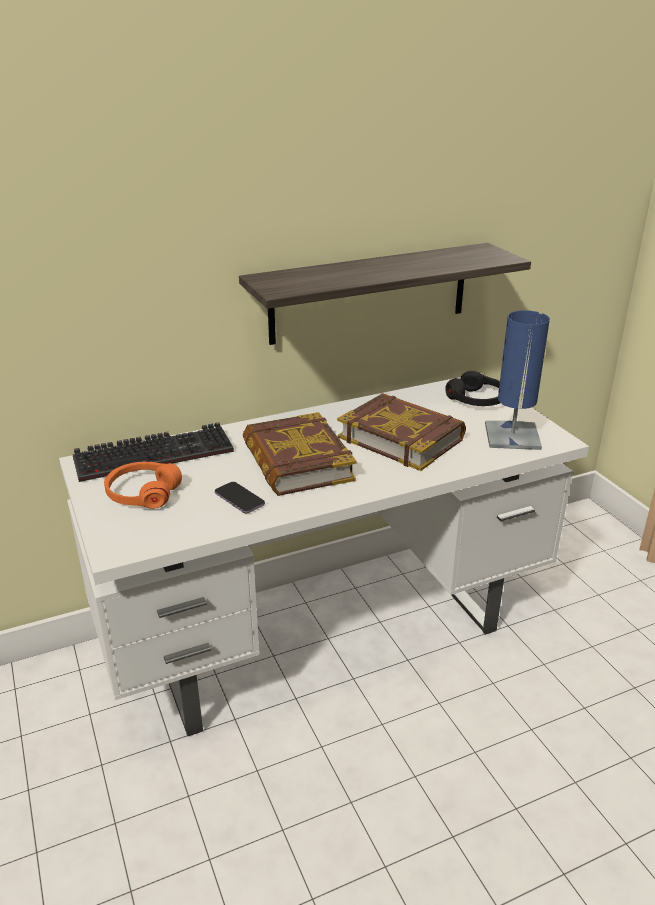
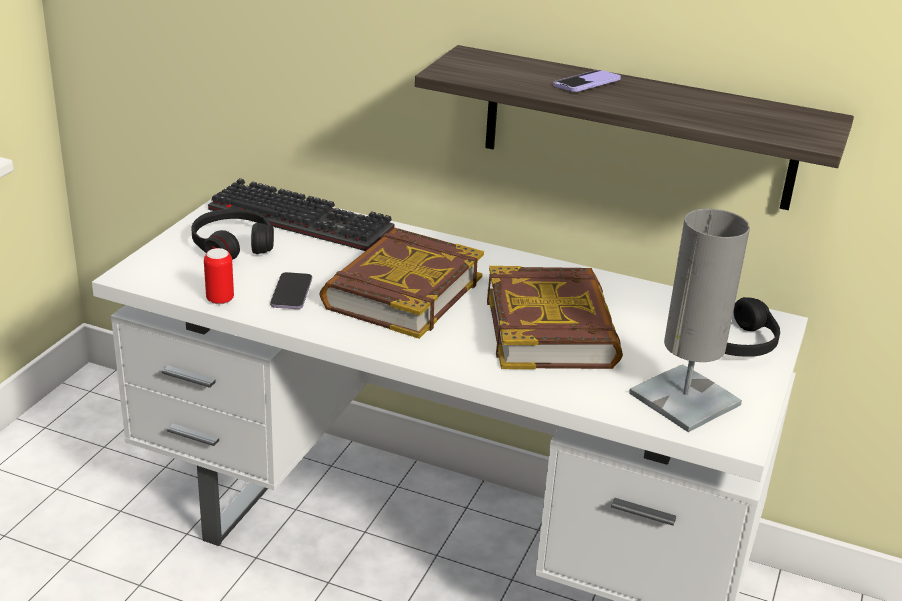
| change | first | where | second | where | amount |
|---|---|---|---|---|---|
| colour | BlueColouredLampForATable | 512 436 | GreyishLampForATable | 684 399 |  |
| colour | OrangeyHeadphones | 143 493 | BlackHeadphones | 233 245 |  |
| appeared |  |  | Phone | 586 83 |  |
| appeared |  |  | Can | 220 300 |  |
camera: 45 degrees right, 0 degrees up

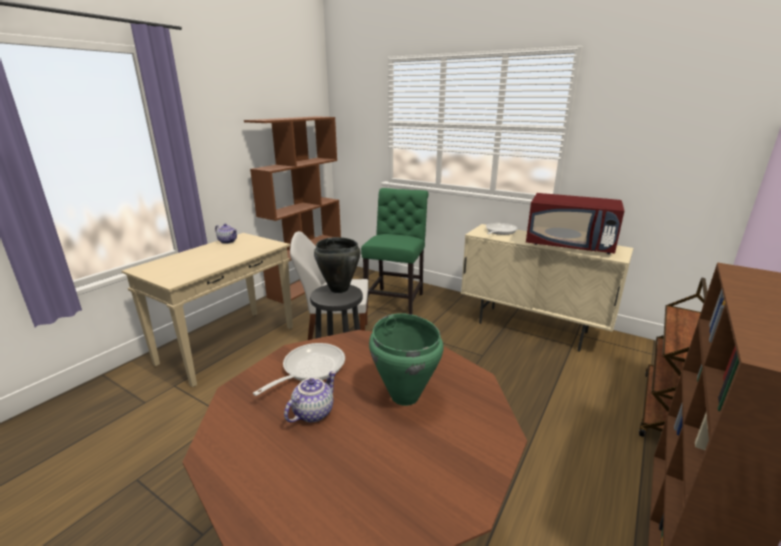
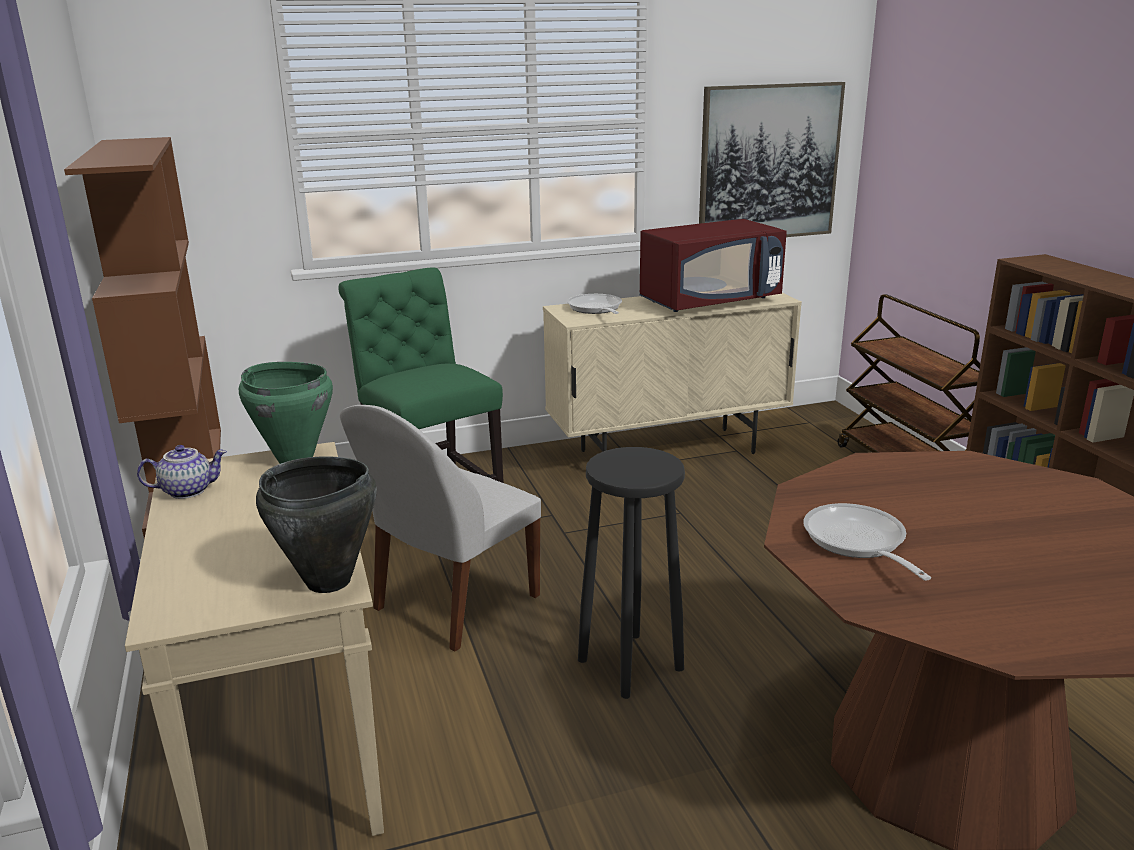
| change | first | where | second | where | amount |
|---|---|---|---|---|---|
| relocated | BlackCookingPot | 339 289 |  | 329 582 |  |
| relocated | GreenCookingPot | 405 395 |  | 295 459 |  |
| missing | PotForTea | 313 412 |  |  |  |
| appeared |  |  | WallPicture | 768 163 |  |
camera: 50 degrees left, 0 degrees up

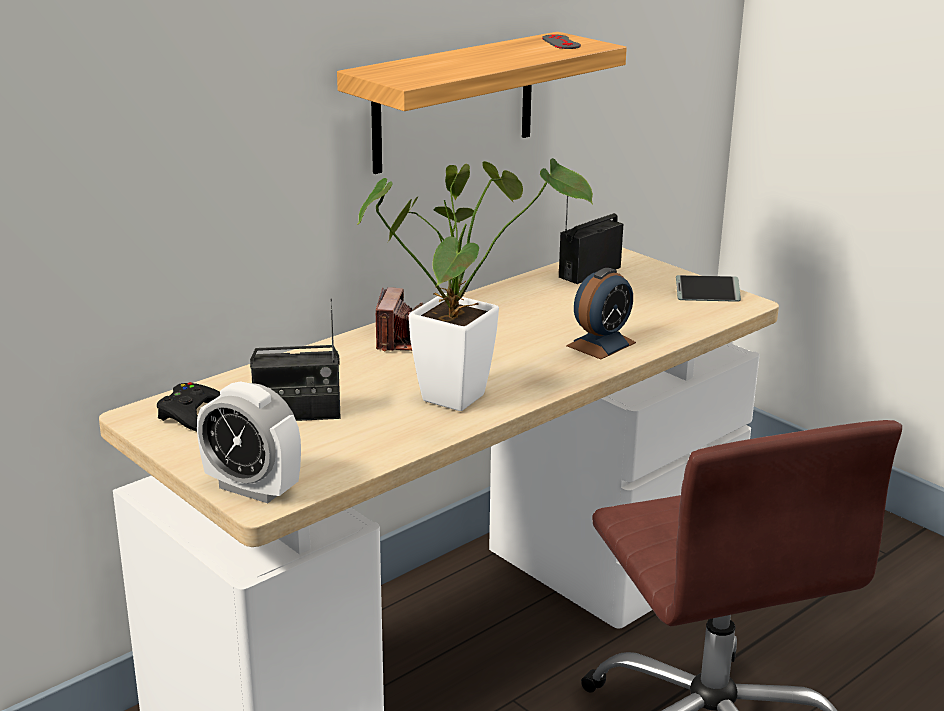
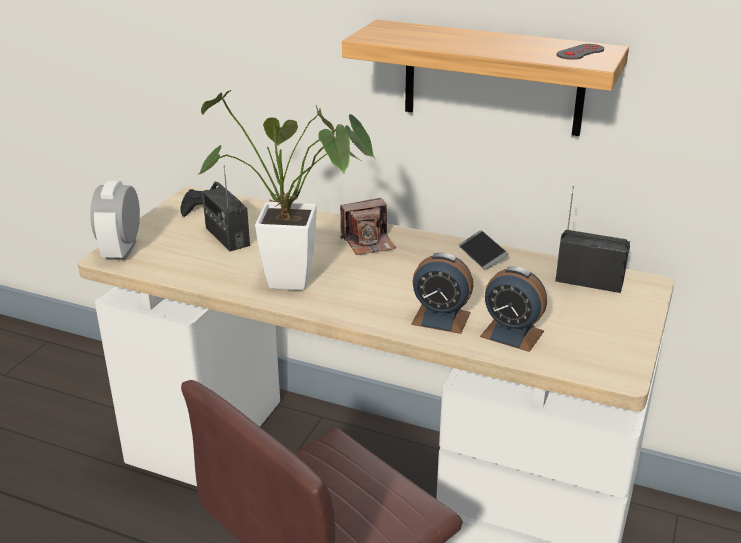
| change | first | where | second | where | amount |
|---|---|---|---|---|---|
| relocated | Phone | 707 295 |  | 482 255 |  |
| appeared |  |  | TableClock | 512 334 |  |
camera: 65 degrees right, 5 degrees up

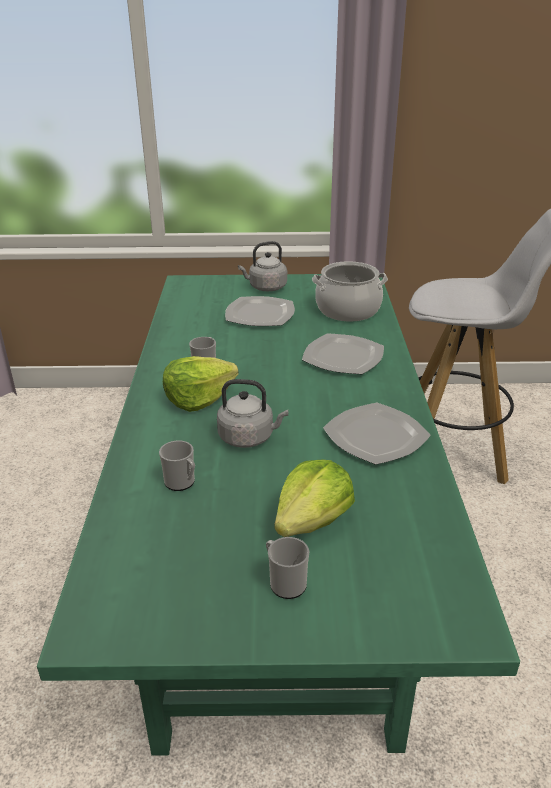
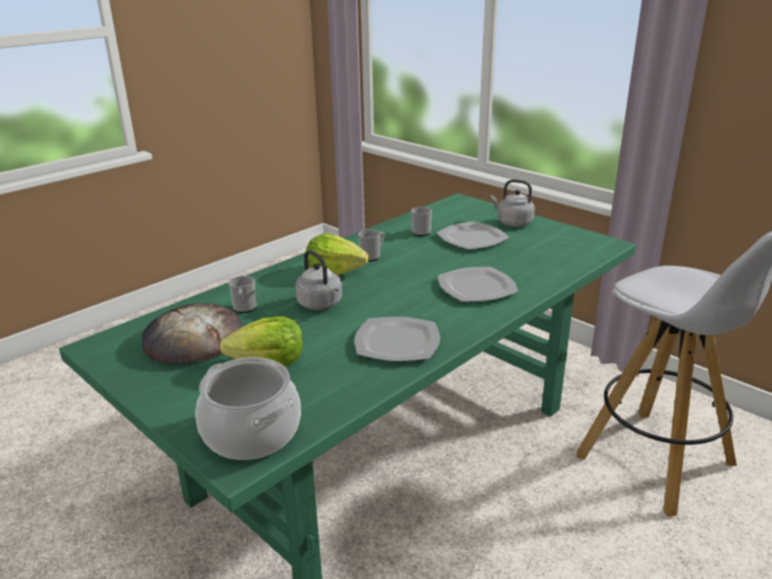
| change | first | where | second | where | amount |
|---|---|---|---|---|---|
| relocated | CookingPot | 348 310 |  | 252 432 |  |
| relocated | CoffeeMug | 285 582 |  | 421 231 |  |
| appeared |  |  | Bread | 194 339 |  |
camera: 45 degrees right, 5 degrees down

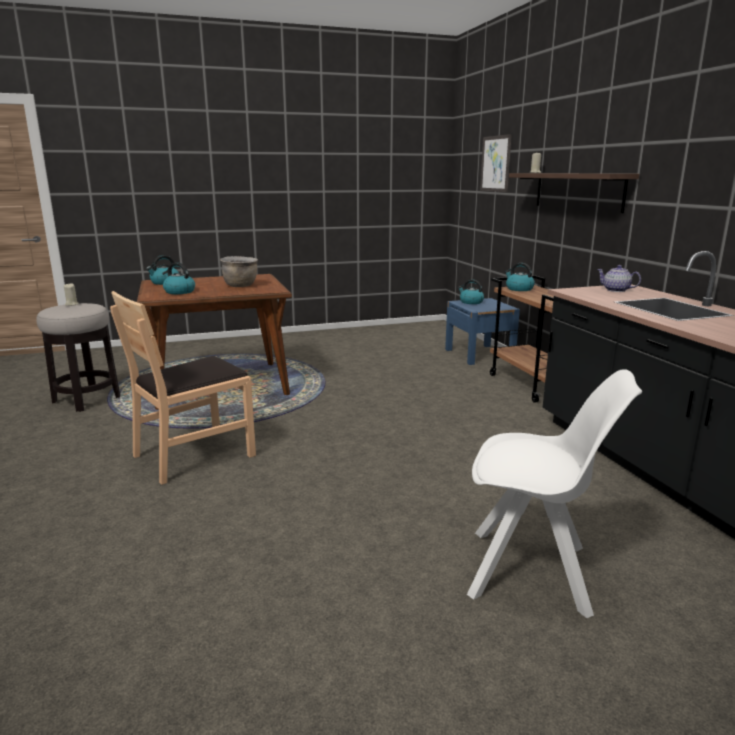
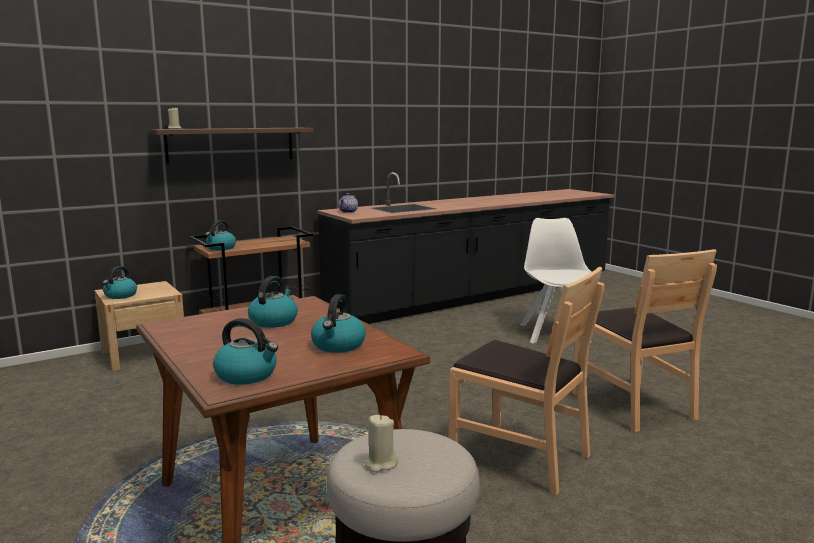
| change | first | where | second | where | amount |
|---|---|---|---|---|---|
| missing | WallPicture | 495 163 |  |  |  |
| exchanged | BrownColouredCookingPot | 240 286 | WaterKettle | 273 321 |  |
| colour | BlueColouredNightTable | 479 354 | BeigeNightTable | 143 354 |  |
| appeared |  |  | BrownColouredPlainChair | 633 405 |  |
camera: 105 degrees left, 5 degrees down

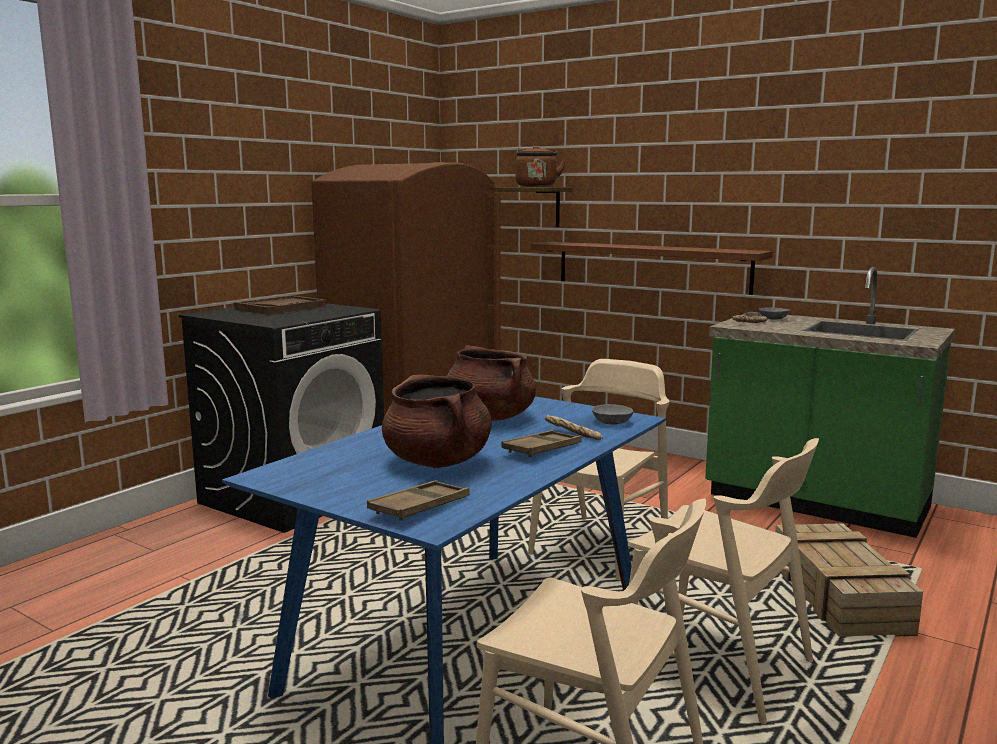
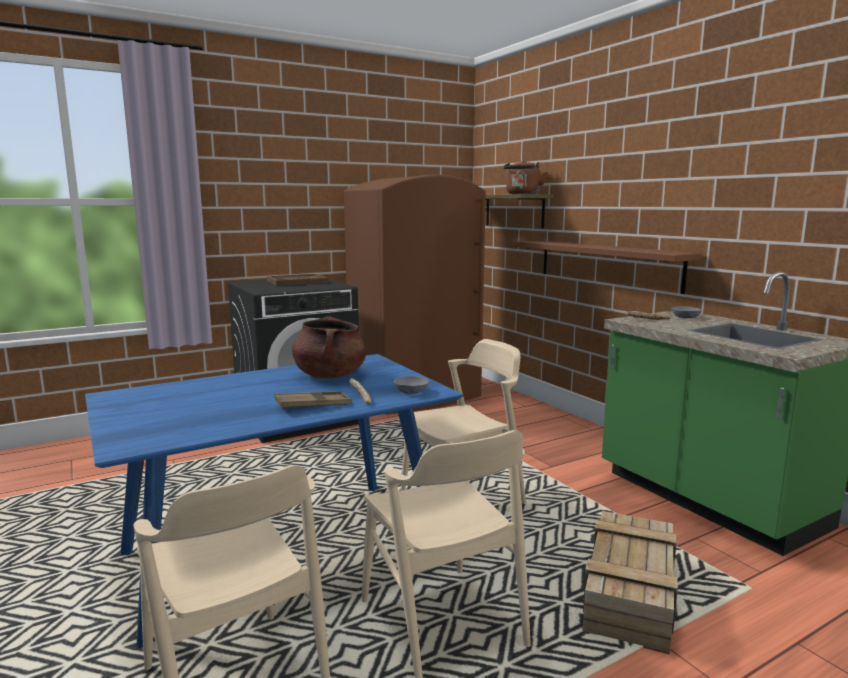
| change | first | where | second | where | amount |
|---|---|---|---|---|---|
| missing | BrownColouredCookingPot | 438 462 |  |  |  |
| missing | BrownColouredServingTray | 420 507 |  |  |  |
camera: 25 degrees right, 0 degrees up

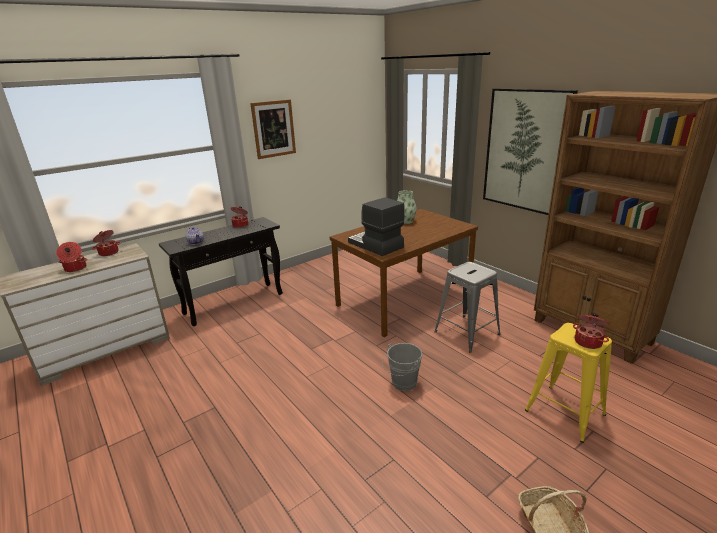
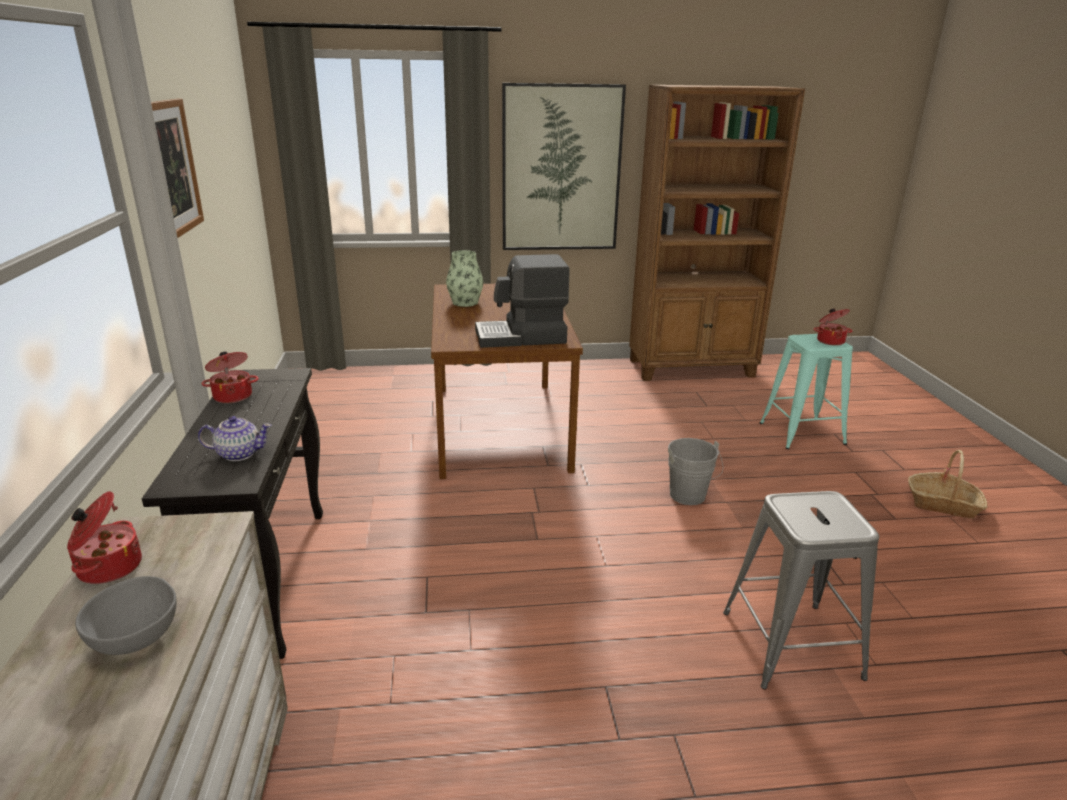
| change | first | where | second | where | amount |
|---|---|---|---|---|---|
| exchanged | CookingPot | 75 268 | GreyishServingBowl | 138 637 |  |
| relocated | GreyishStool | 467 333 |  | 790 644 |  |
| colour | YellowColouredStool | 565 412 | TurquoiseColouredStool | 802 433 |  |
camera: 60 degrees left, 0 degrees up

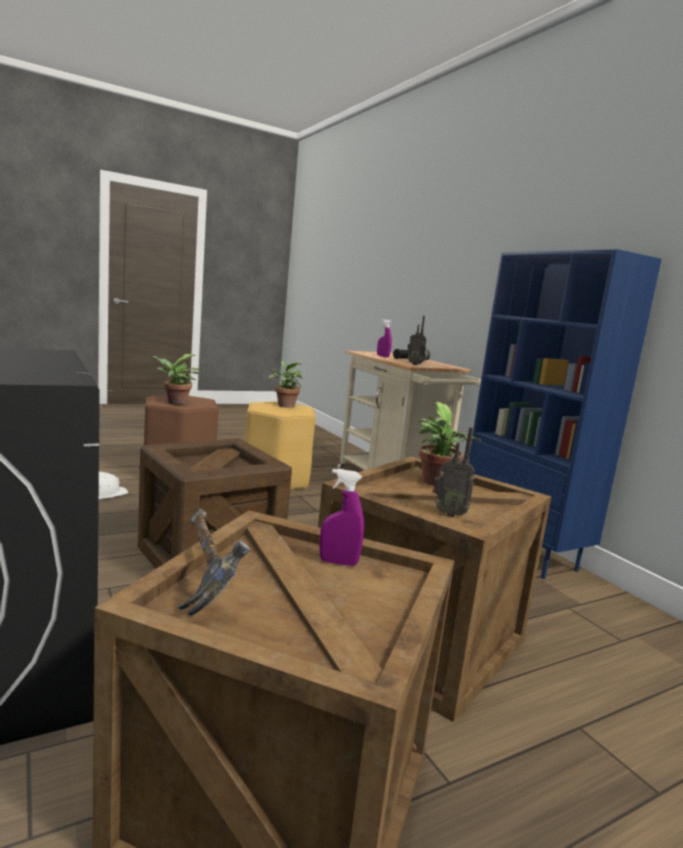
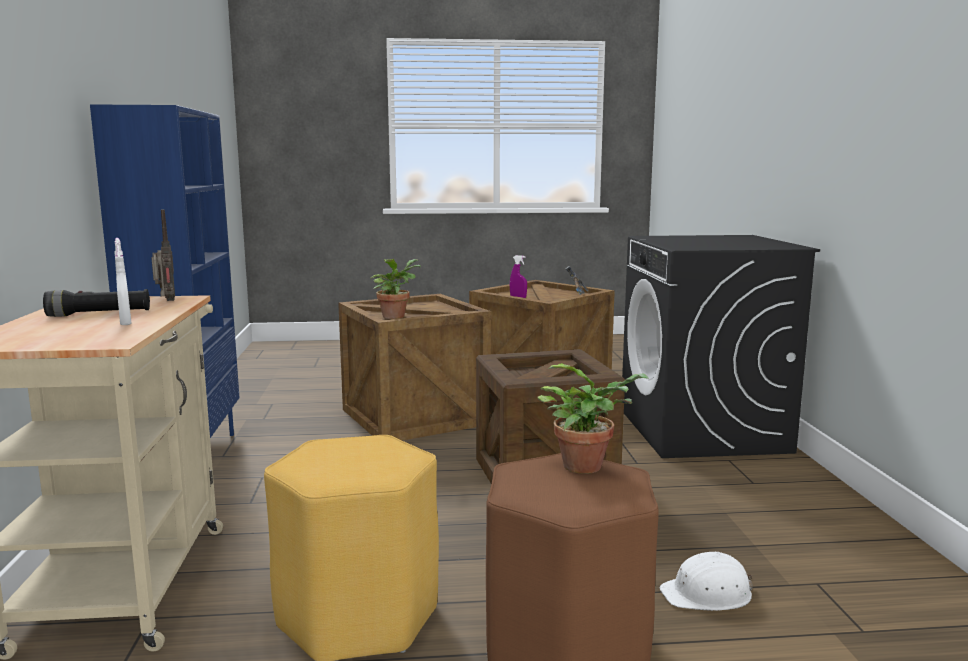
| change | first | where | second | where | amount |
|---|---|---|---|---|---|
| colour | PurpleColouredSprayBottle | 382 356 | WhitishSprayBottle | 125 323 |  |
| missing | Houseplant | 284 405 |  |  |  |
| missing | RadioReceiver | 448 514 |  |  |  |
camera: 155 degrees left, 0 degrees up

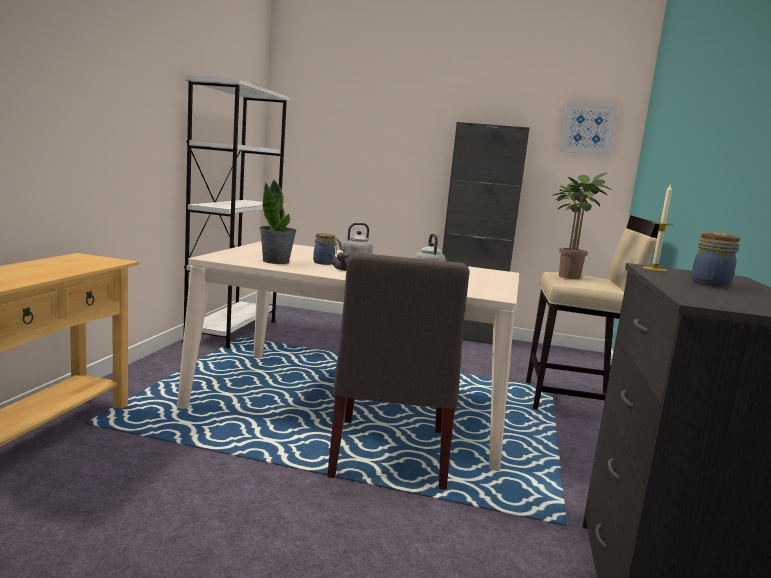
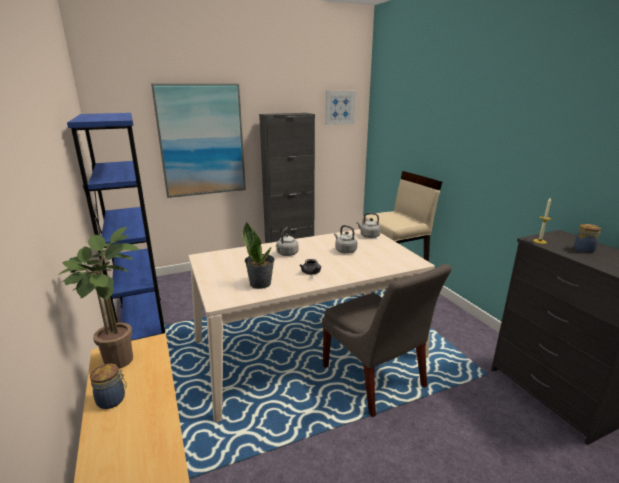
| change | first | where | second | where | amount |
|---|---|---|---|---|---|
| colour | WhitishBookcase | 232 331 | BlueColouredBookcase | 142 323 |  |
| relocated | Houseplant | 568 276 |  | 118 358 |  |
| relocated | PreserveJar | 324 263 |  | 112 400 |  |
| appeared |  |  | WallPicture | 202 140 |  |
| appeared |  |  | GreyishWaterKettle | 368 236 |  |
camera: 35 degrees left, 10 degrees up

